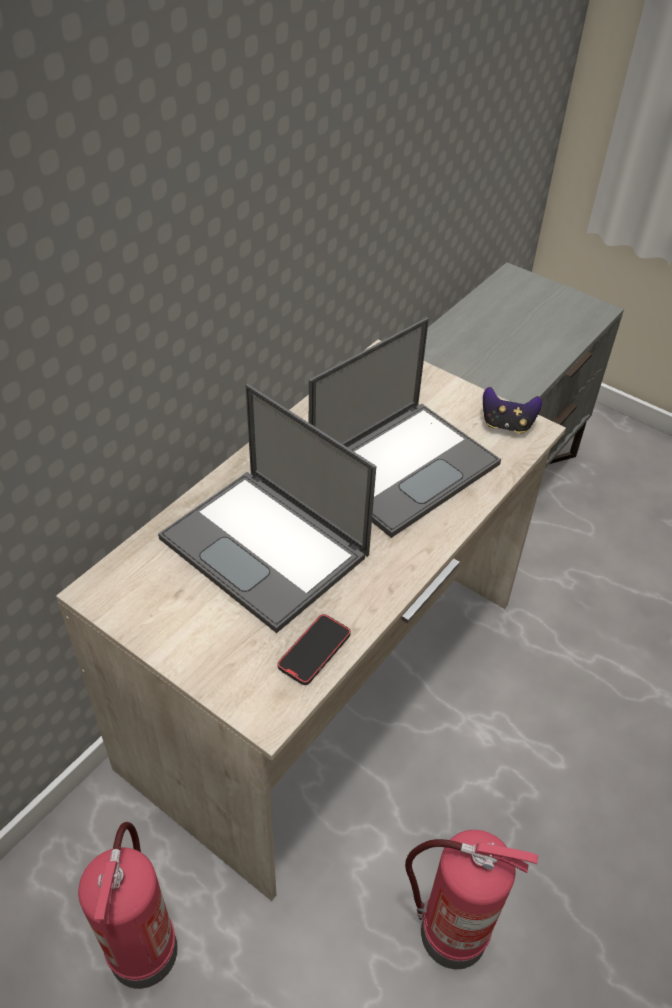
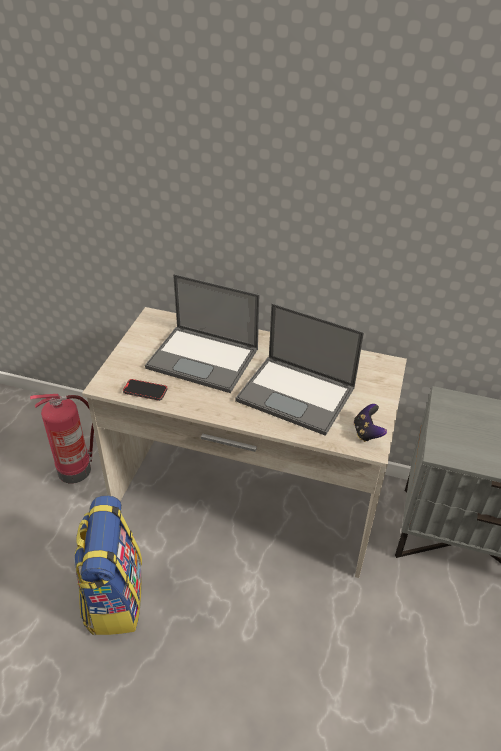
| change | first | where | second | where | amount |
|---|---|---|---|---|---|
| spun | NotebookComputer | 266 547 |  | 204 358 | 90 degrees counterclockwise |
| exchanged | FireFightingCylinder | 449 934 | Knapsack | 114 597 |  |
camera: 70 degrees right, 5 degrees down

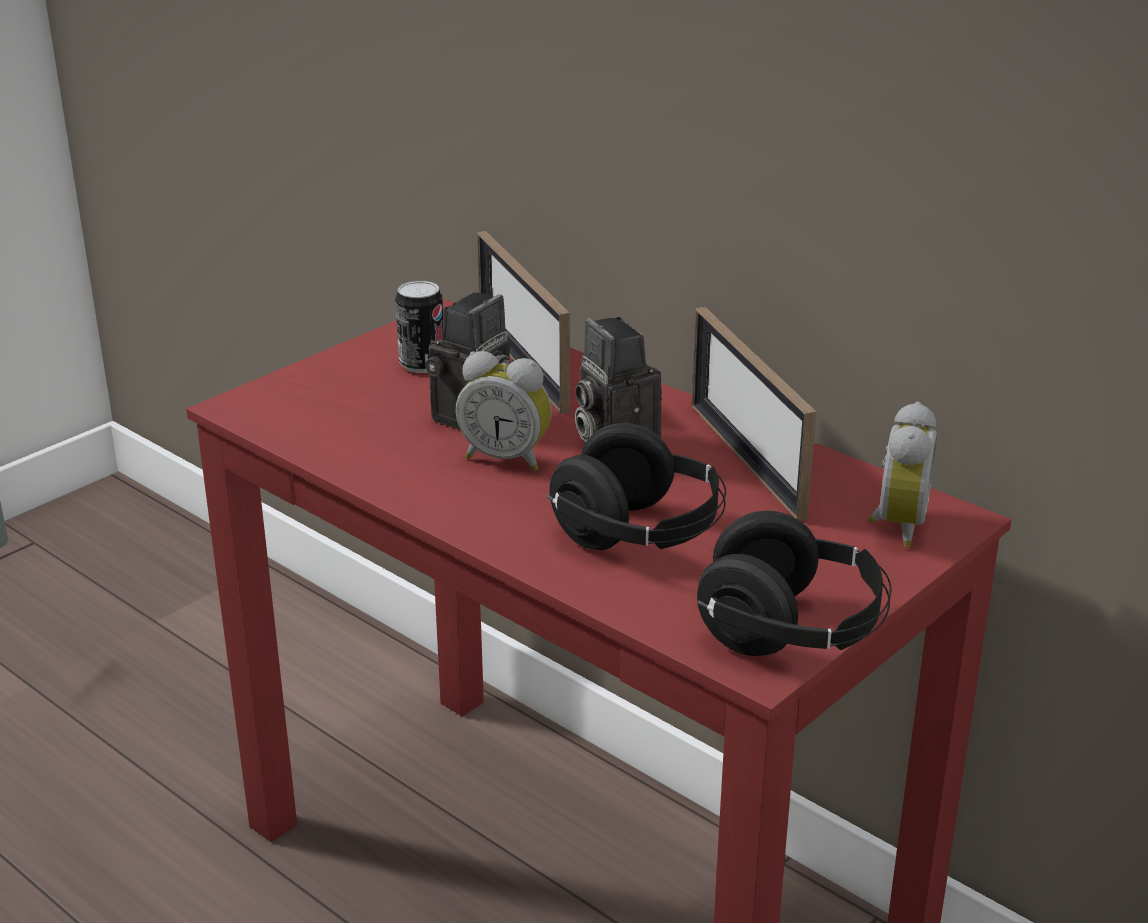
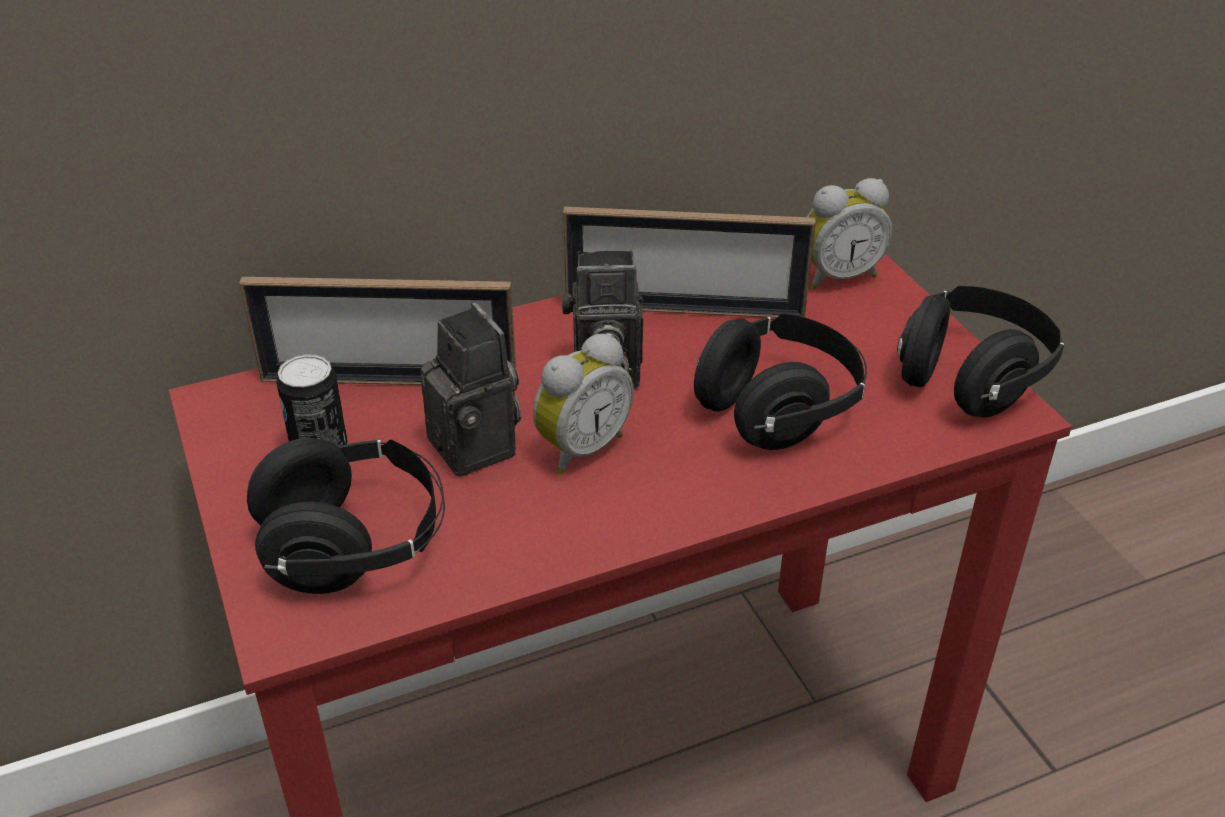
| change | first | where | second | where | amount |
|---|---|---|---|---|---|
| spun | TableClock | 895 525 |  | 837 276 | 120 degrees clockwise |
| appeared |  |  | BlackHeadphones | 355 546 |  |
camera: 65 degrees left, 10 degrees up

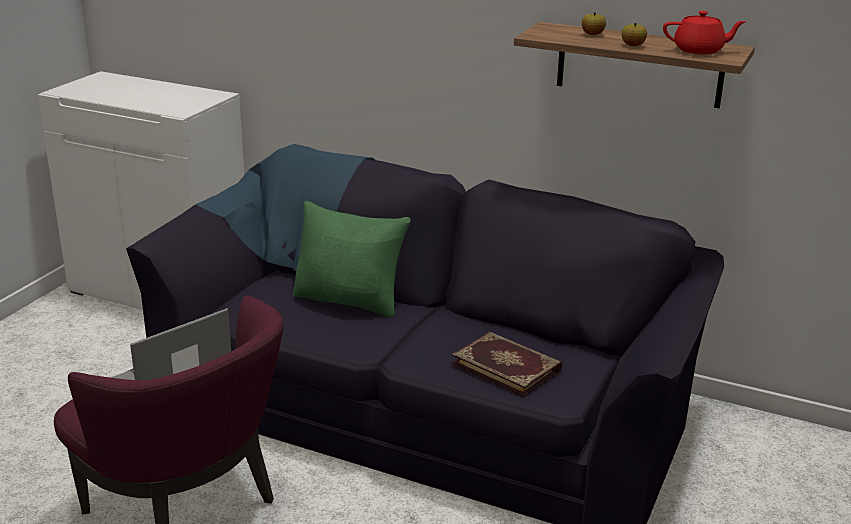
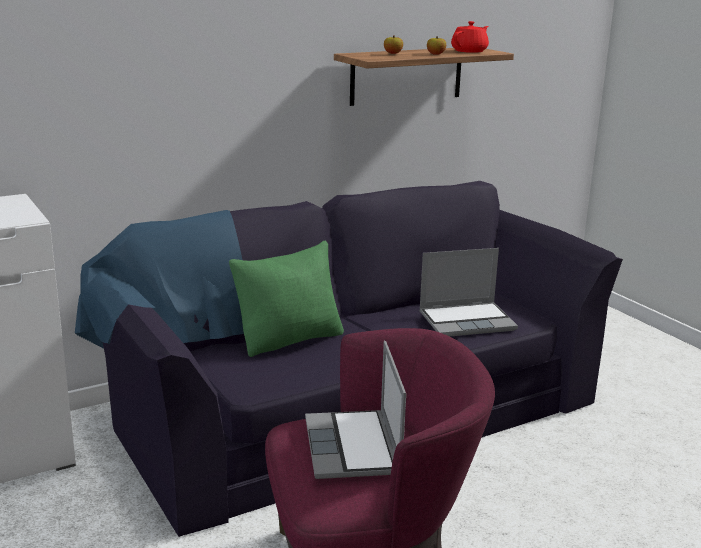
| change | first | where | second | where | amount |
|---|---|---|---|---|---|
| exchanged | Book | 507 366 | NotebookComputer | 467 321 |  |
camera: 55 degrees left, 5 degrees down

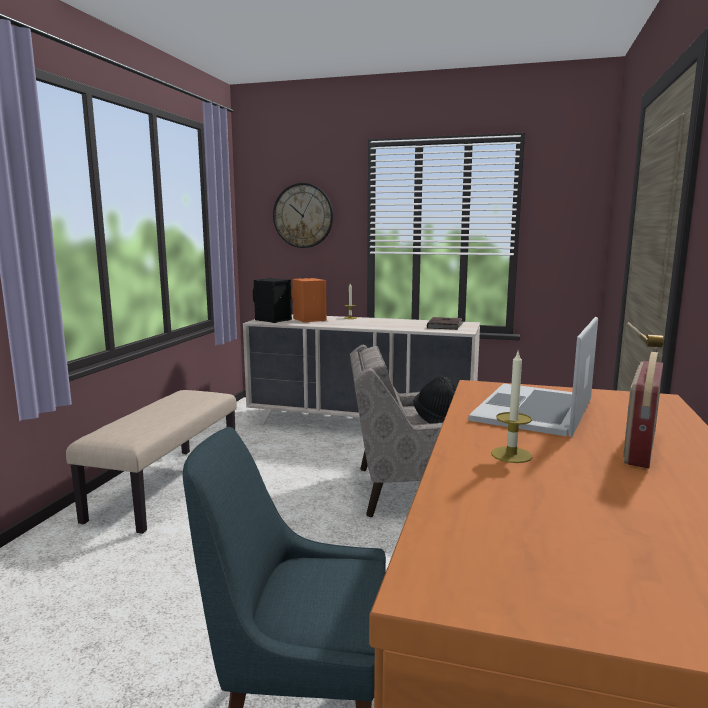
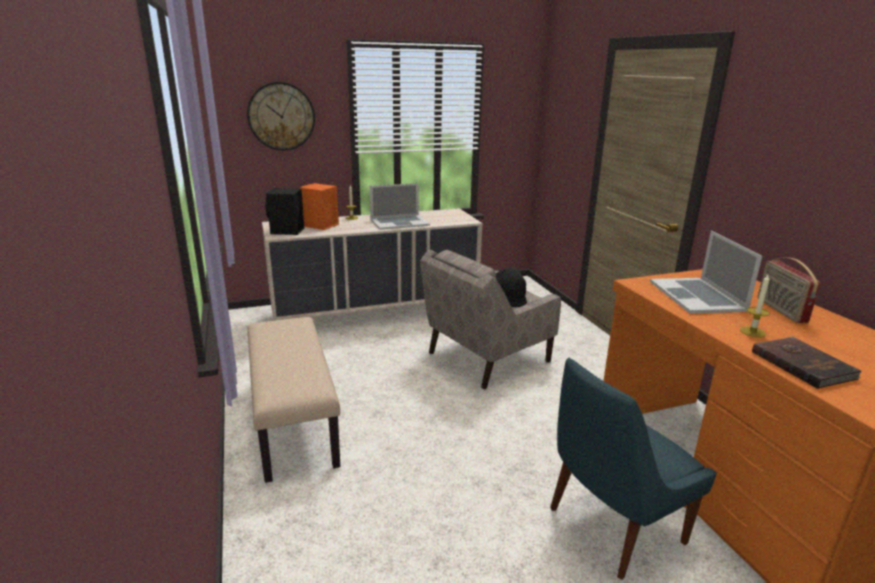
| change | first | where | second | where | amount |
|---|---|---|---|---|---|
| relocated | BrownColouredBook | 445 325 |  | 803 364 |  |
| appeared |  |  | NotebookComputer | 399 222 |  |
camera: 35 degrees left, 10 degrees up

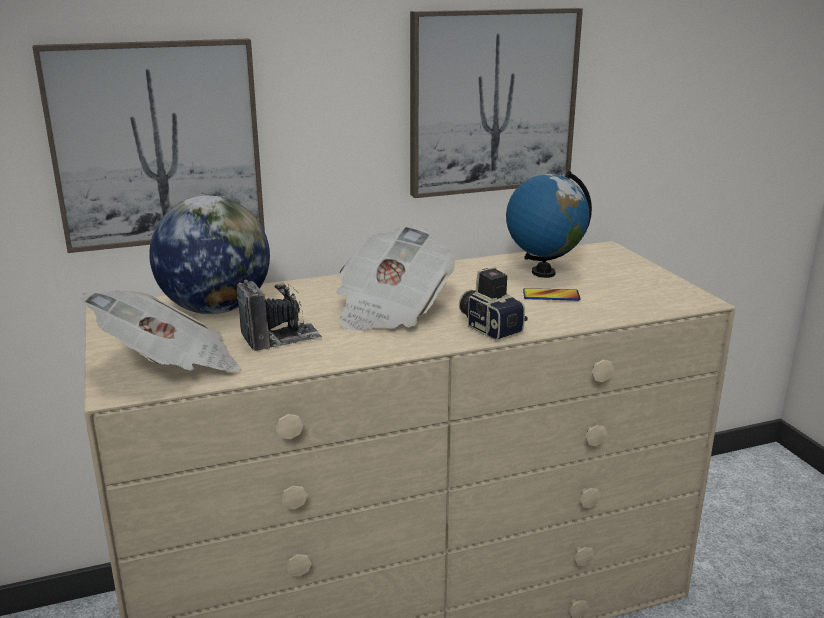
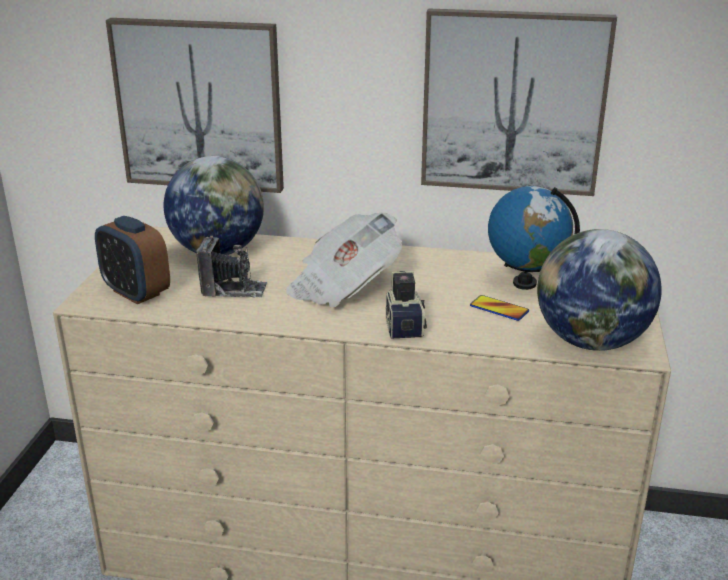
| change | first | where | second | where | amount |
|---|---|---|---|---|---|
| exchanged | DailyPaper | 171 366 | TableClock | 136 293 |  |
| appeared |  |  | DeskGlobe | 590 342 |  |
camera: 30 degrees right, 5 degrees up

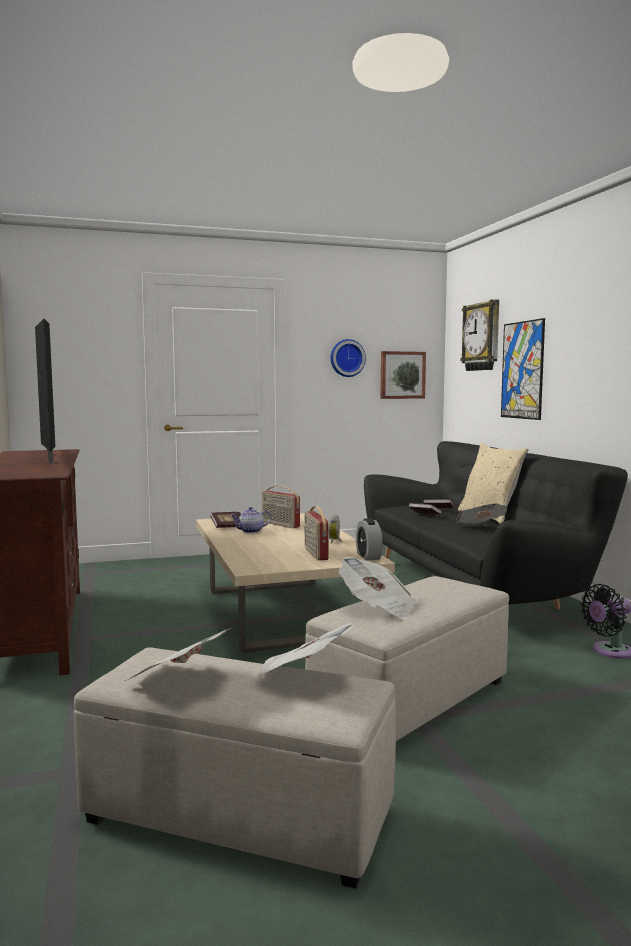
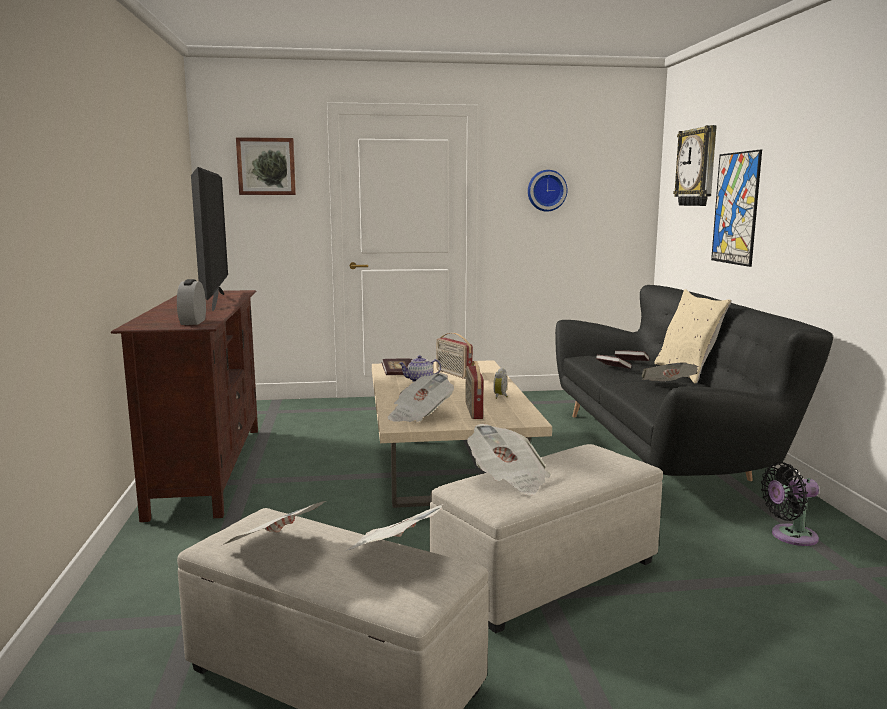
| change | first | where | second | where | amount |
|---|---|---|---|---|---|
| relocated | WallPicture | 402 375 |  | 266 166 |  |
| relocated | TableClock | 368 556 |  | 193 322 |  |
| appeared |  |  | DailyPaper | 419 415 |  |
camera: 10 degrees right, 5 degrees up

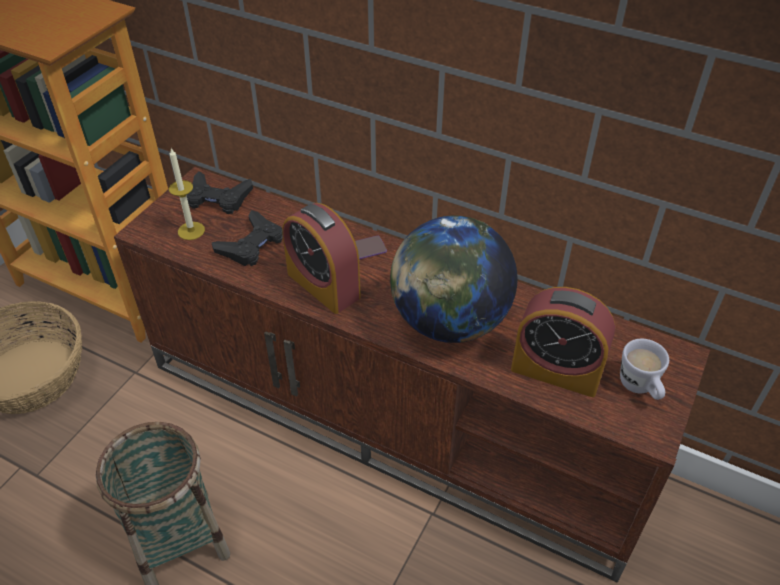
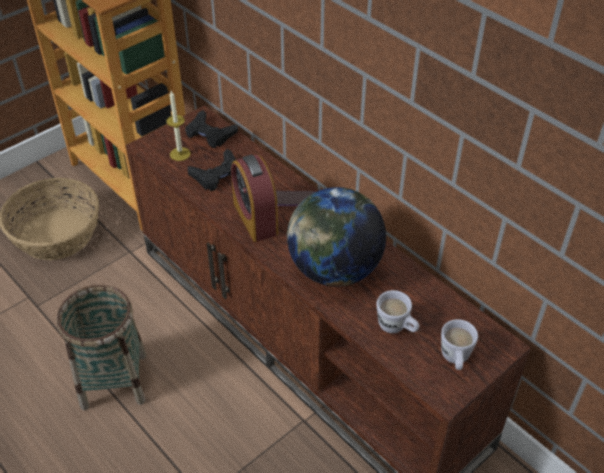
| change | first | where | second | where | amount |
|---|---|---|---|---|---|
| exchanged | TableClock | 556 370 | WhitishCoffeeMug | 397 328 |  |
camera: 20 degrees right, 0 degrees up

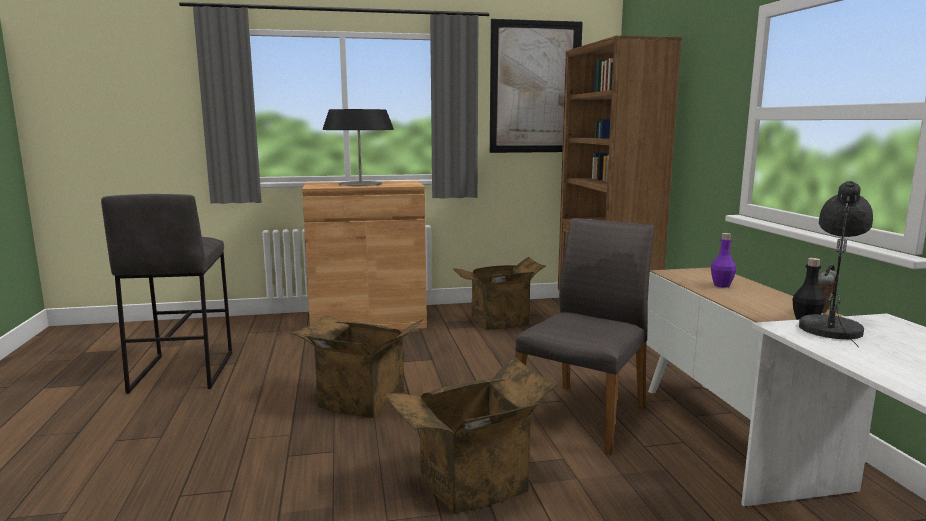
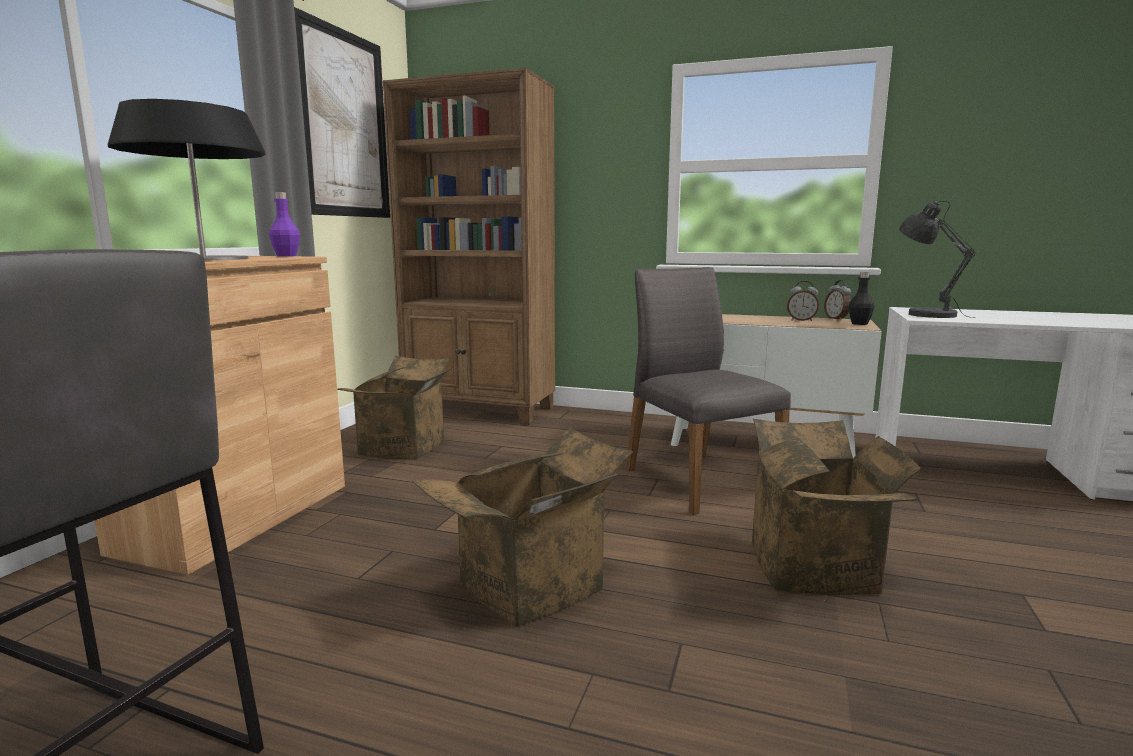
| change | first | where | second | where | amount |
|---|---|---|---|---|---|
| relocated | PurpleColouredDrinkBottle | 721 285 |  | 286 256 |  |
| appeared |  |  | TableClock | 801 320 |  |
camera: 60 degrees left, 0 degrees up

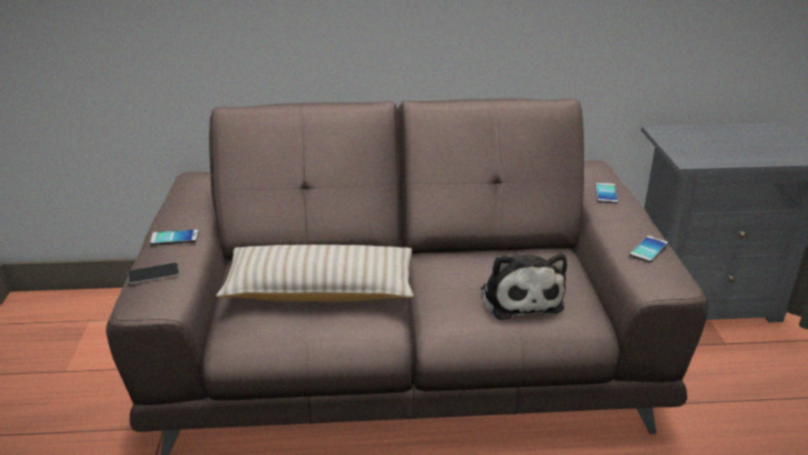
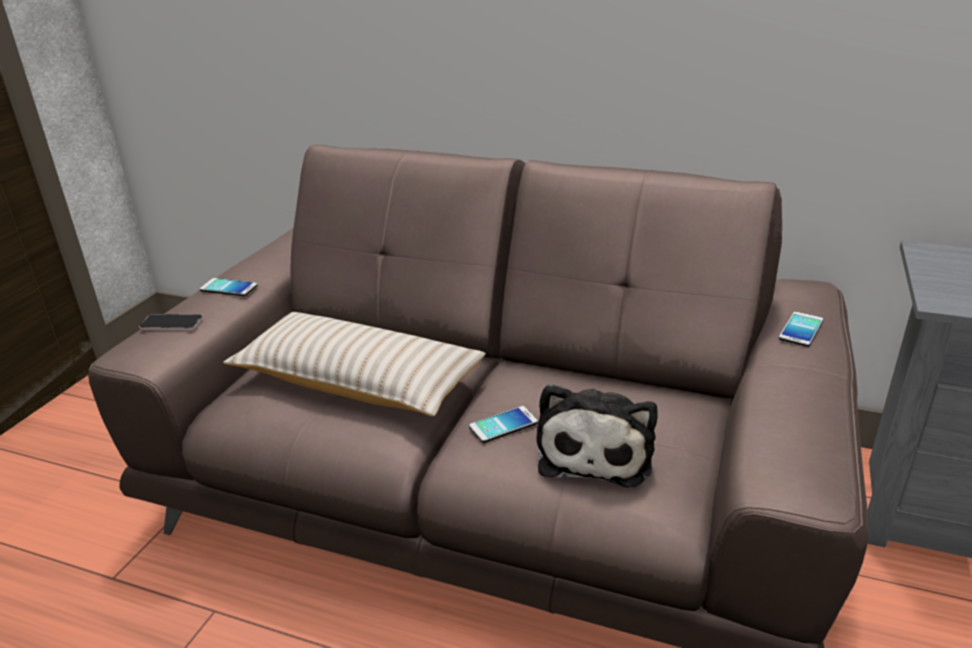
| change | first | where | second | where | amount |
|---|---|---|---|---|---|
| relocated | Phone | 648 249 |  | 503 425 |  |
camera: 25 degrees right, 0 degrees up

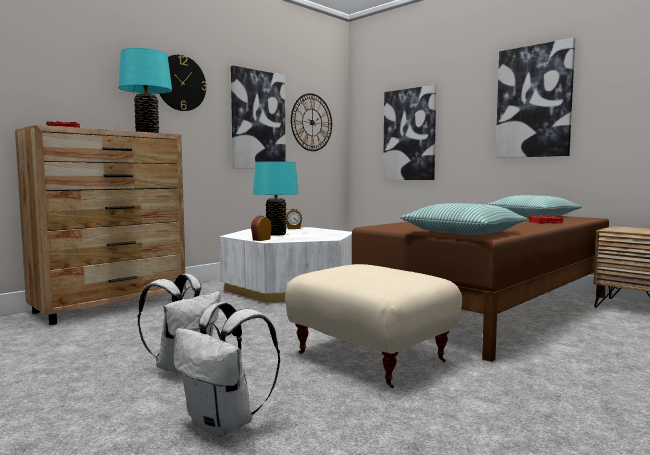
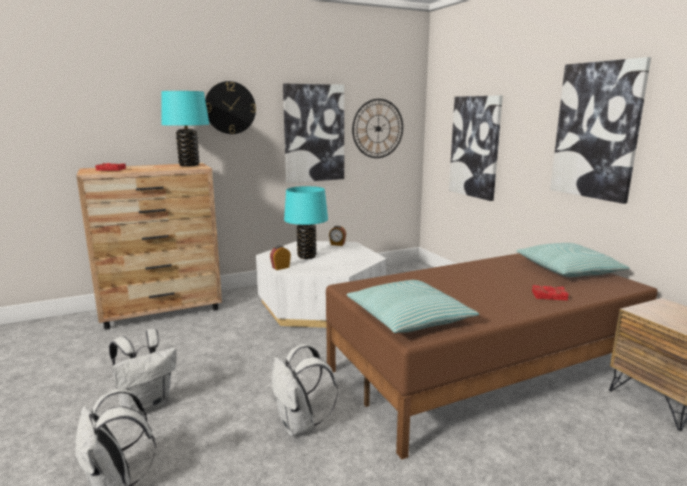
| change | first | where | second | where | amount |
|---|---|---|---|---|---|
| exchanged | BeigeOttoman | 372 357 | WhitishKnapsack | 300 425 |  |
camera: 20 degrees right, 10 degrees up

